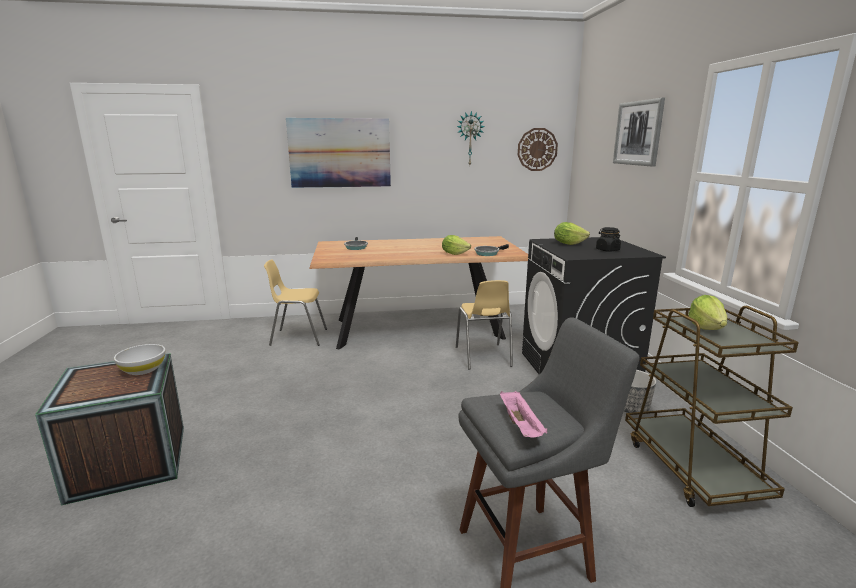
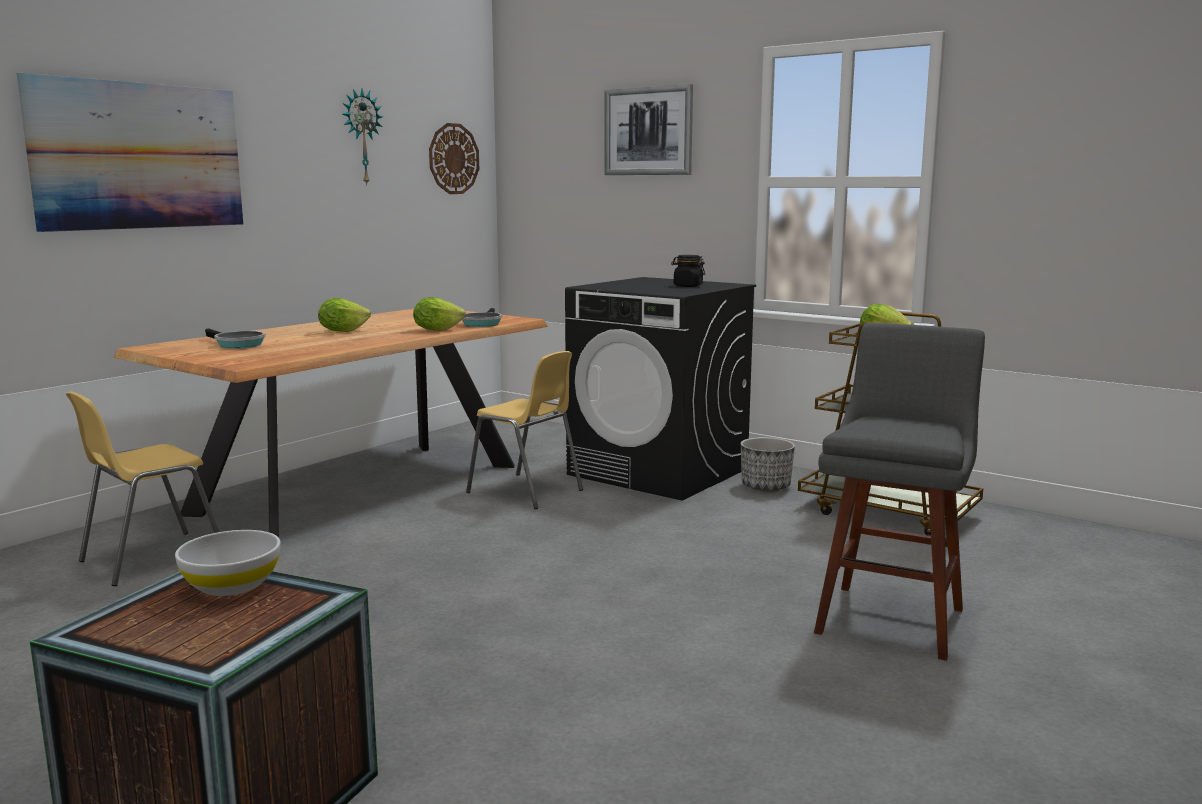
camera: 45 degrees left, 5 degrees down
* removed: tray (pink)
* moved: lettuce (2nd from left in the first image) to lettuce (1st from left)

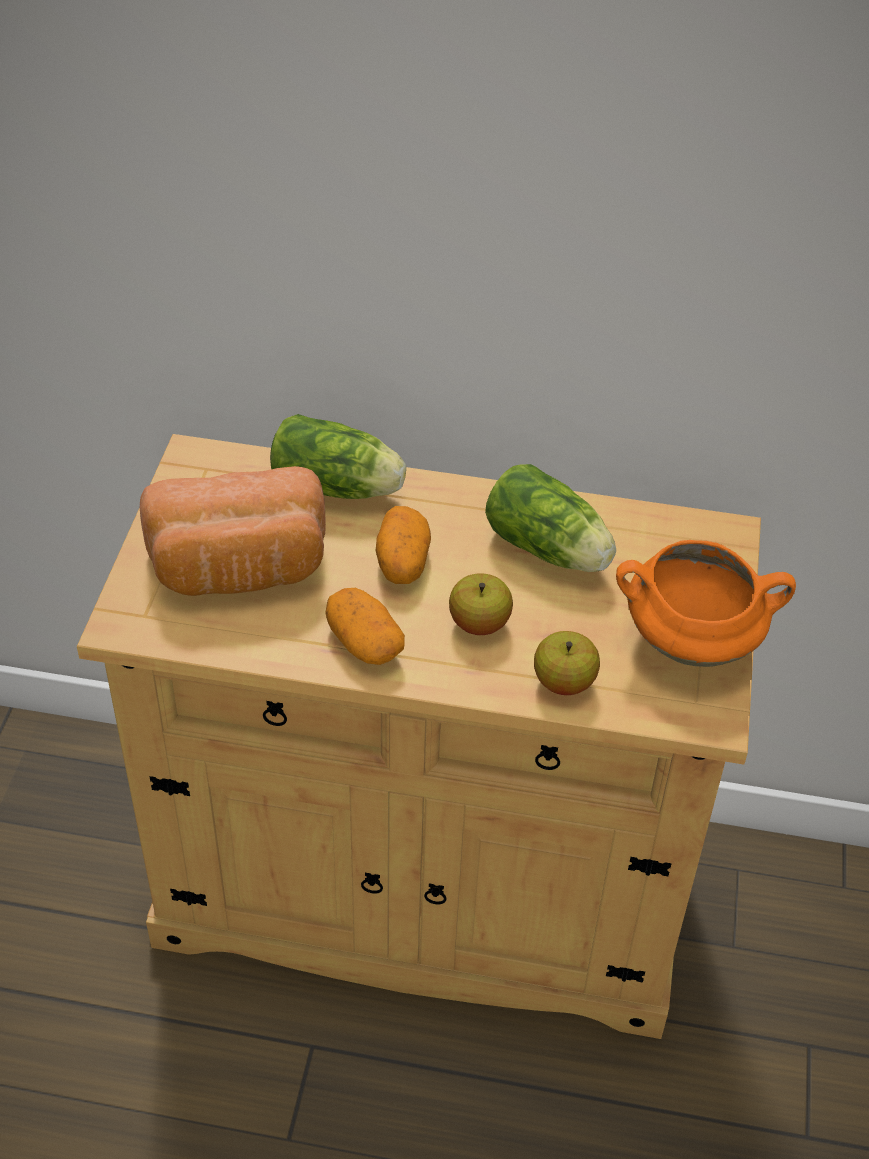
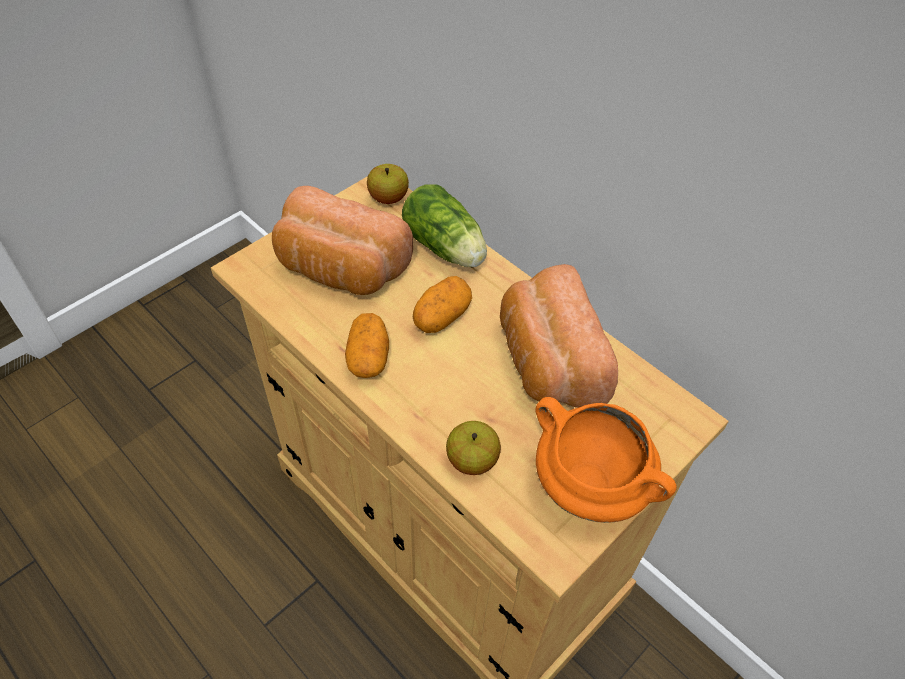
camera: 35 degrees right, 5 degrees up
* moved: apple (1st from left)
* replaced: lettuce (2nd from left) to bread (2nd from left)

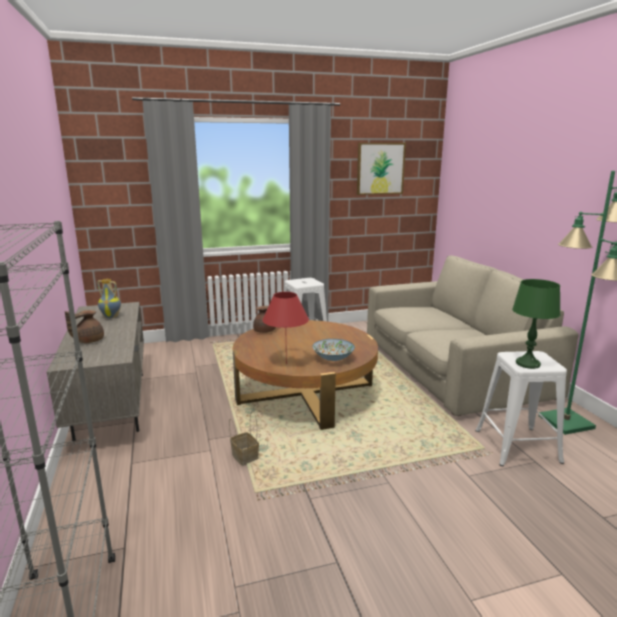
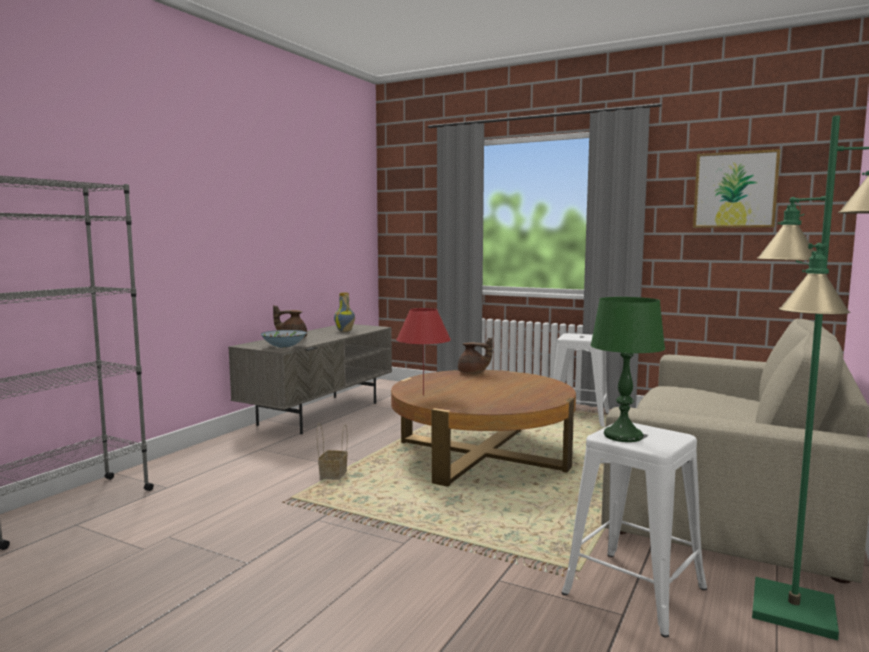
camera: 45 degrees right, 10 degrees down
* moved: bowl

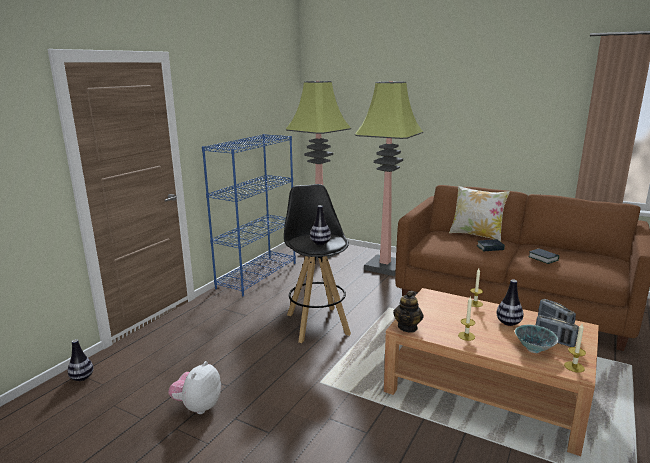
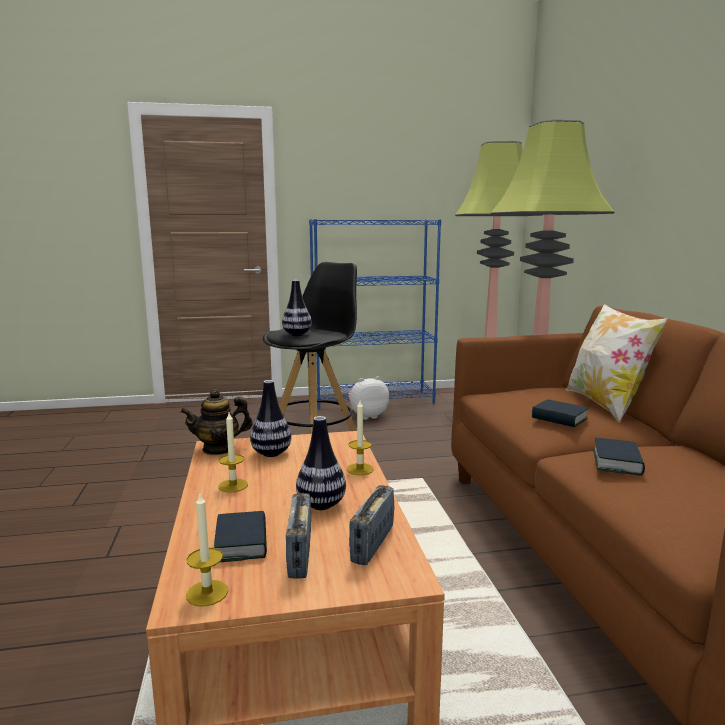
camera: 50 degrees right, 5 degrees down
* moved: vase (1st from left)
* moved: plush toy
* replaced: bowl to book (1st from left)

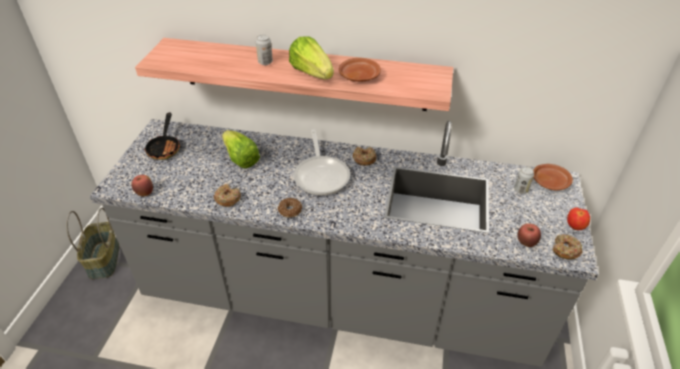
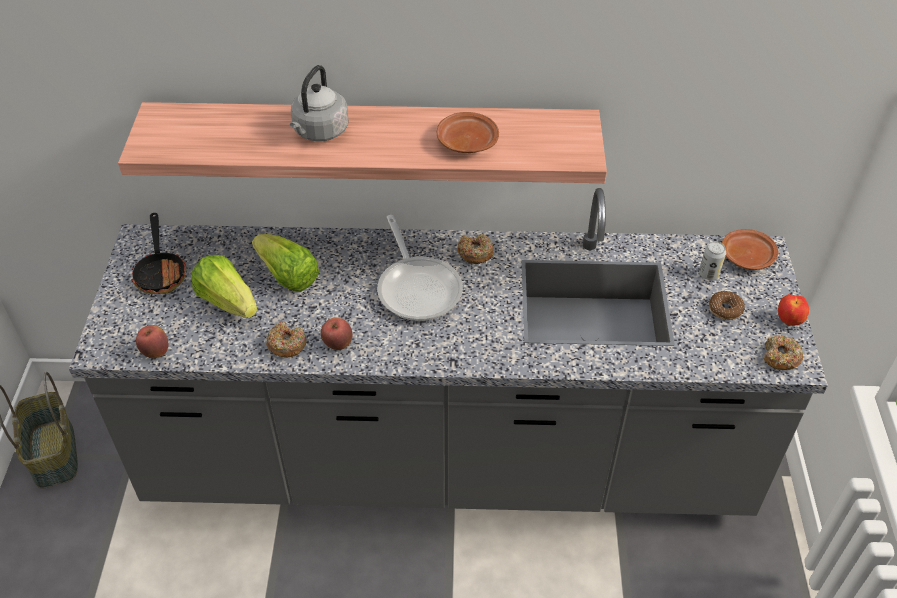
camera: 10 degrees left, 5 degrees up
* replaced: can (1st from left) to kettle (grey)
* moved: donut (2nd from left in the first image) to donut (3rd from left)
* moved: lettuce (2nd from left in the first image) to lettuce (1st from left)
* moved: apple (2nd from left)

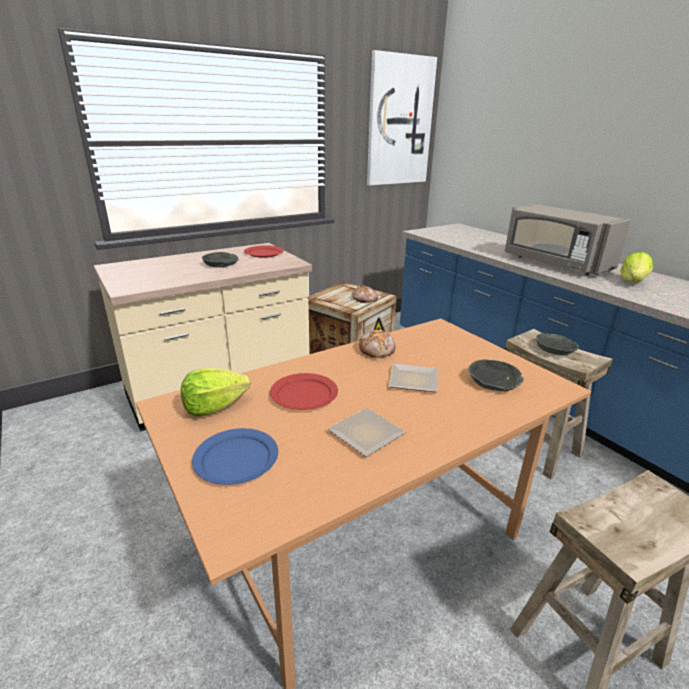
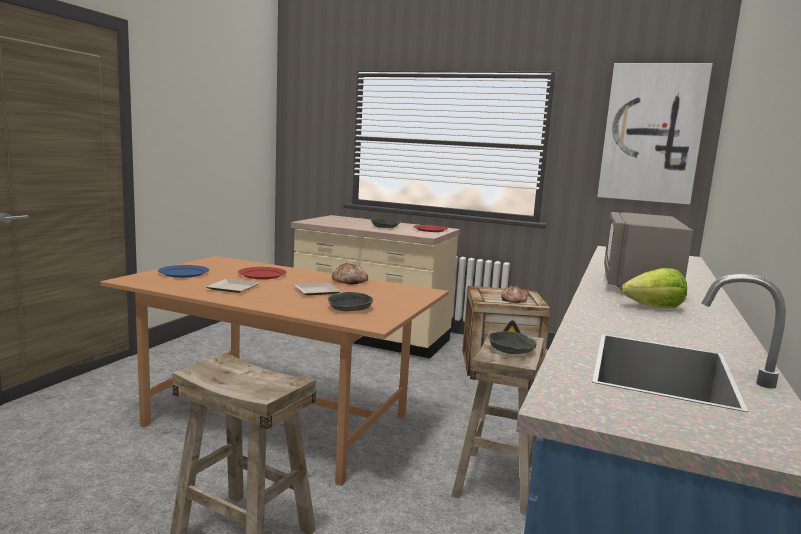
camera: 55 degrees right, 15 degrees down
* removed: lettuce (1st from left)

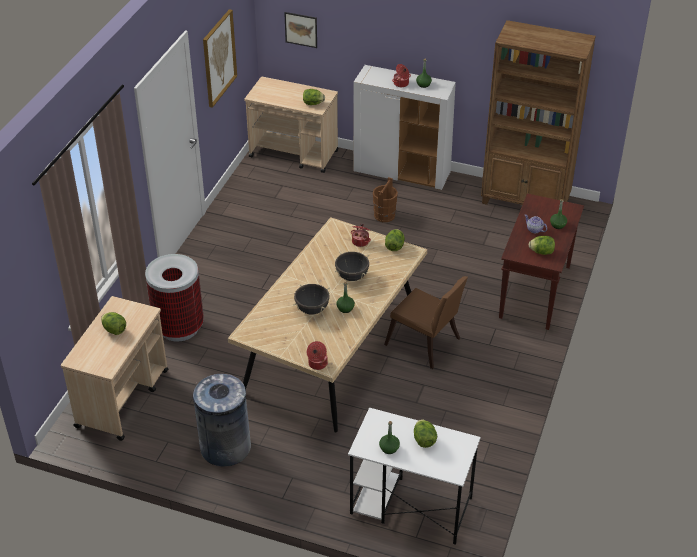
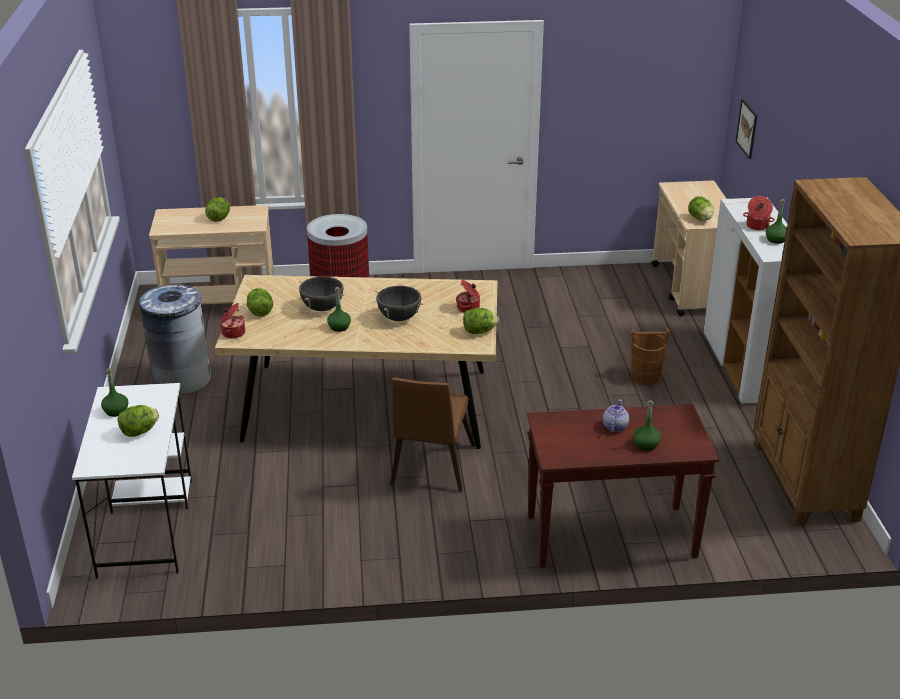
camera: 65 degrees right, 10 degrees down
* removed: picture (1st from left)
* moved: lettuce (5th from left in the first image) to lettuce (3rd from left)

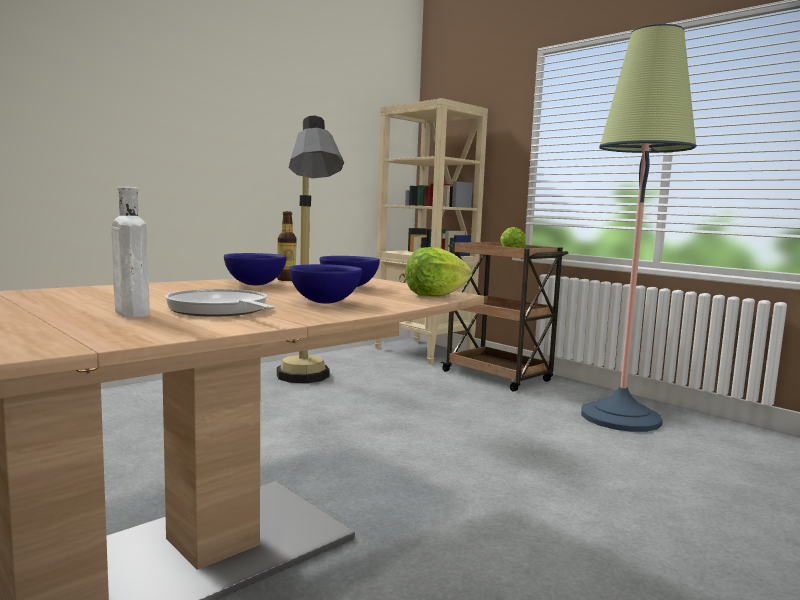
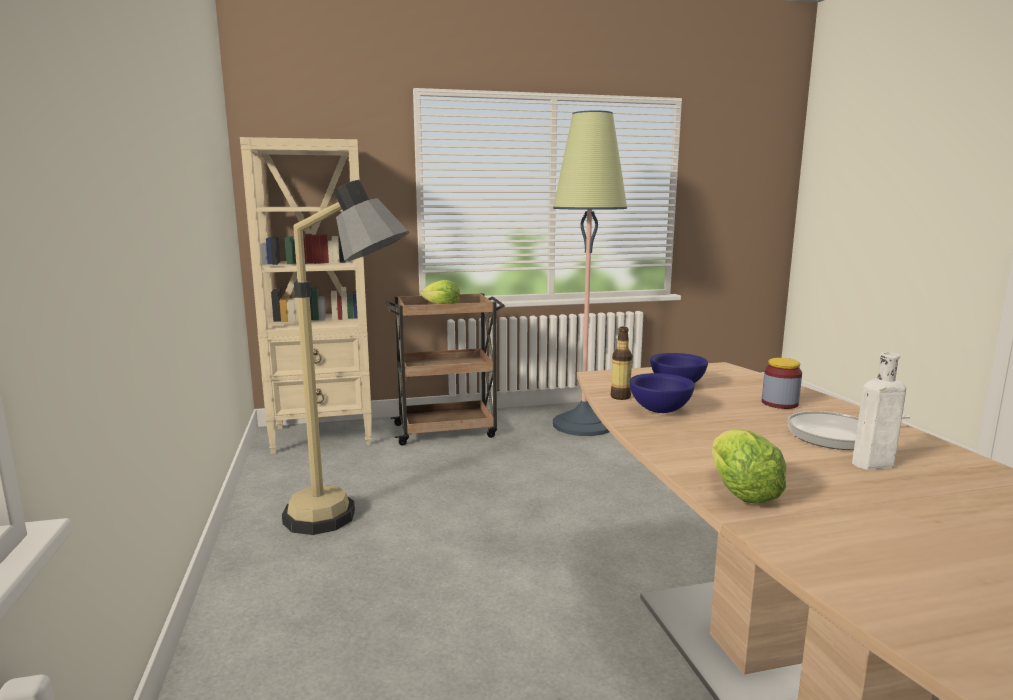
camera: 60 degrees left, 5 degrees up
* replaced: bowl (blue) (2nd from left) to jar
* moved: lettuce (1st from left in the first image) to lettuce (2nd from left)

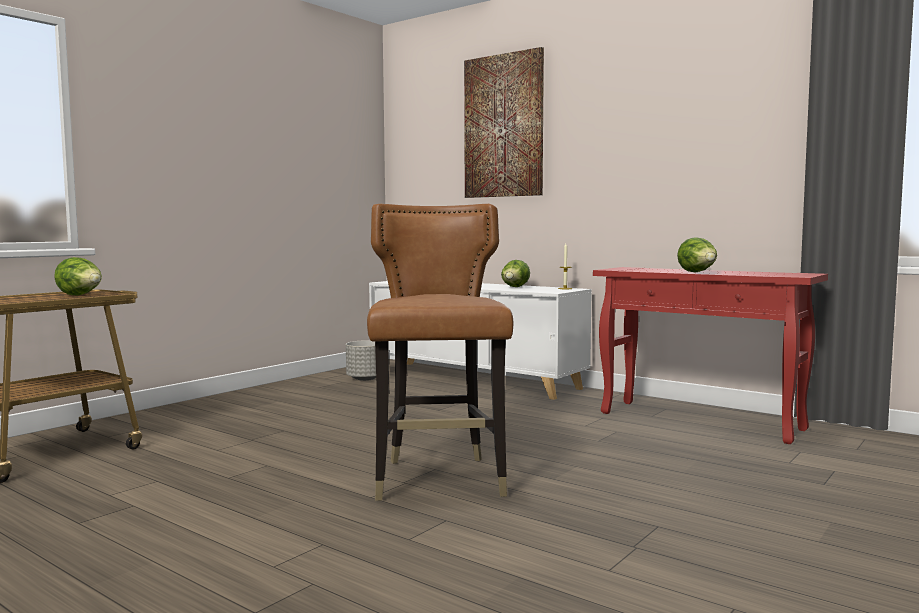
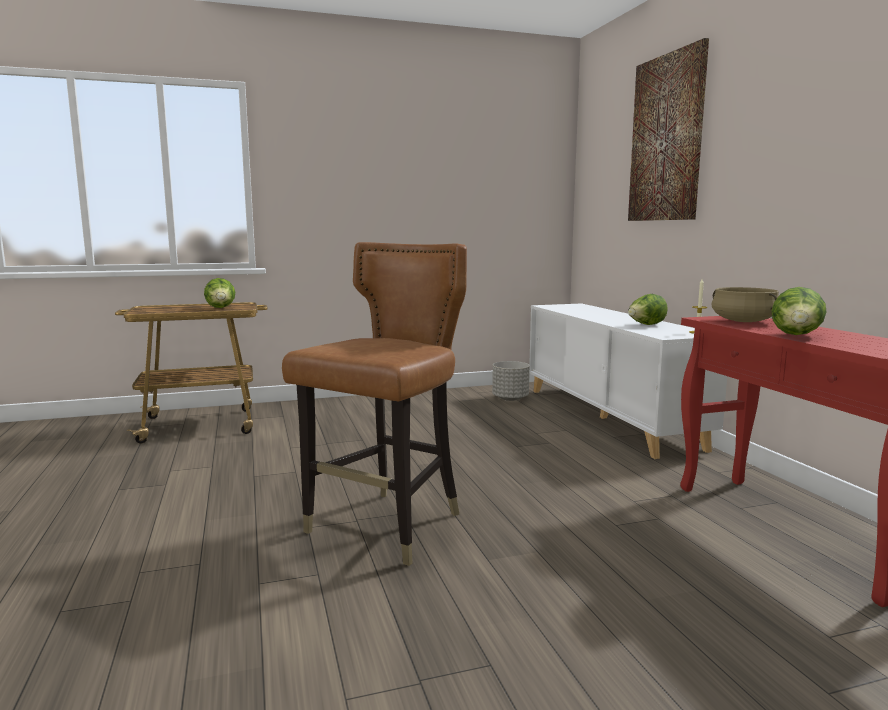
camera: 35 degrees right, 5 degrees up
* added: cooking pot (beige)

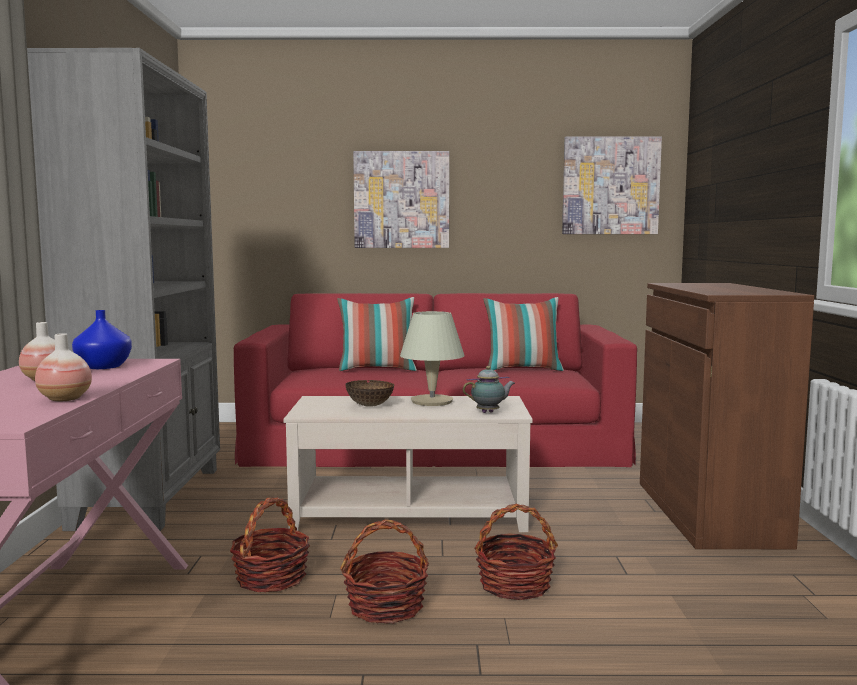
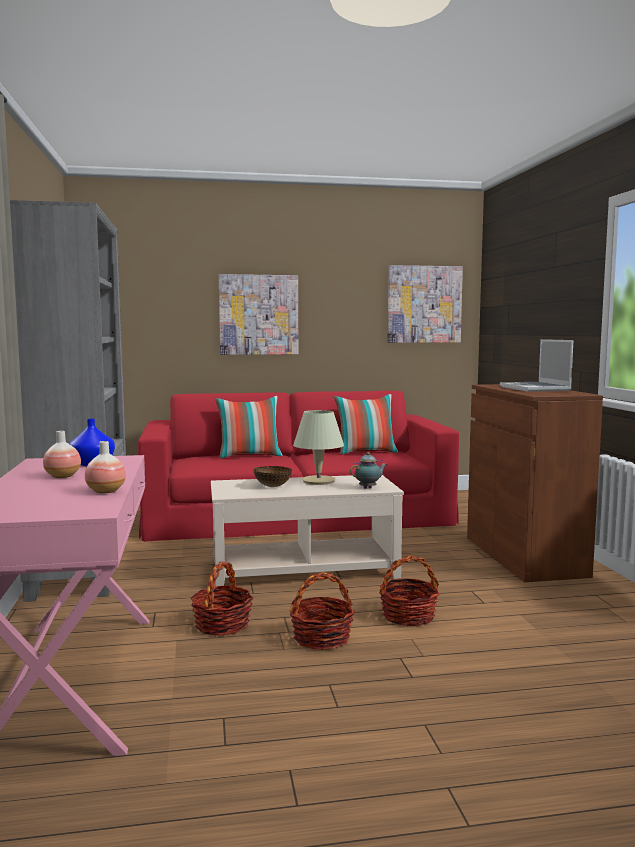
camera: 10 degrees left, 0 degrees up
* added: laptop

